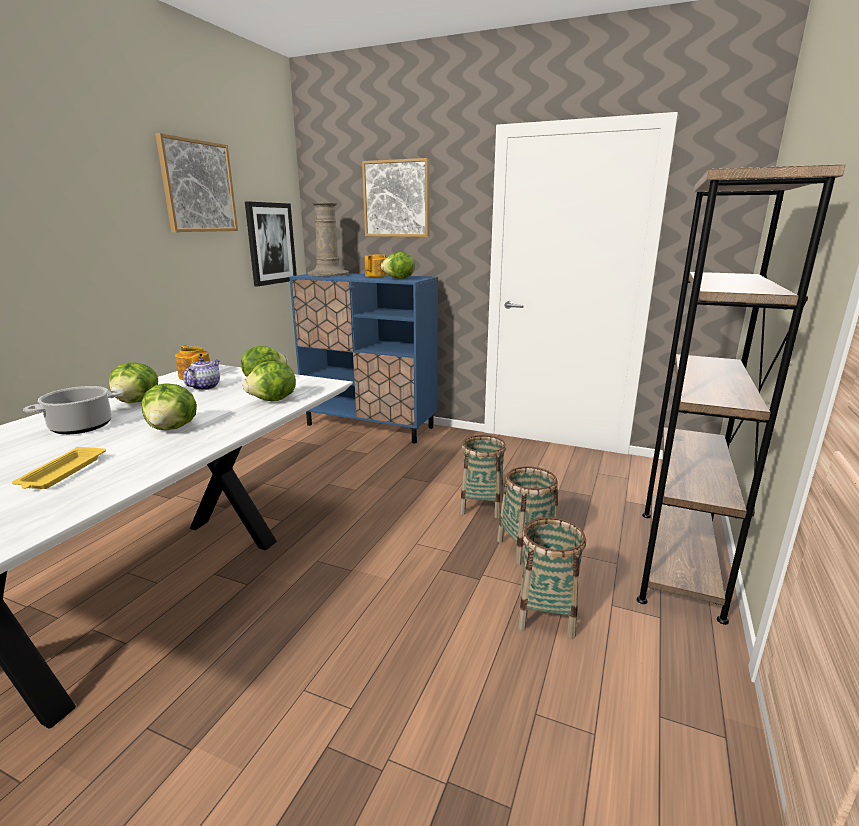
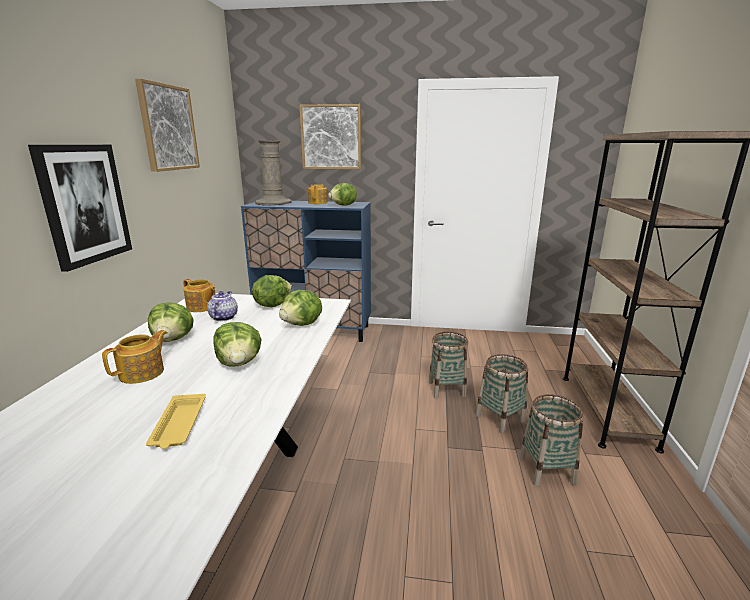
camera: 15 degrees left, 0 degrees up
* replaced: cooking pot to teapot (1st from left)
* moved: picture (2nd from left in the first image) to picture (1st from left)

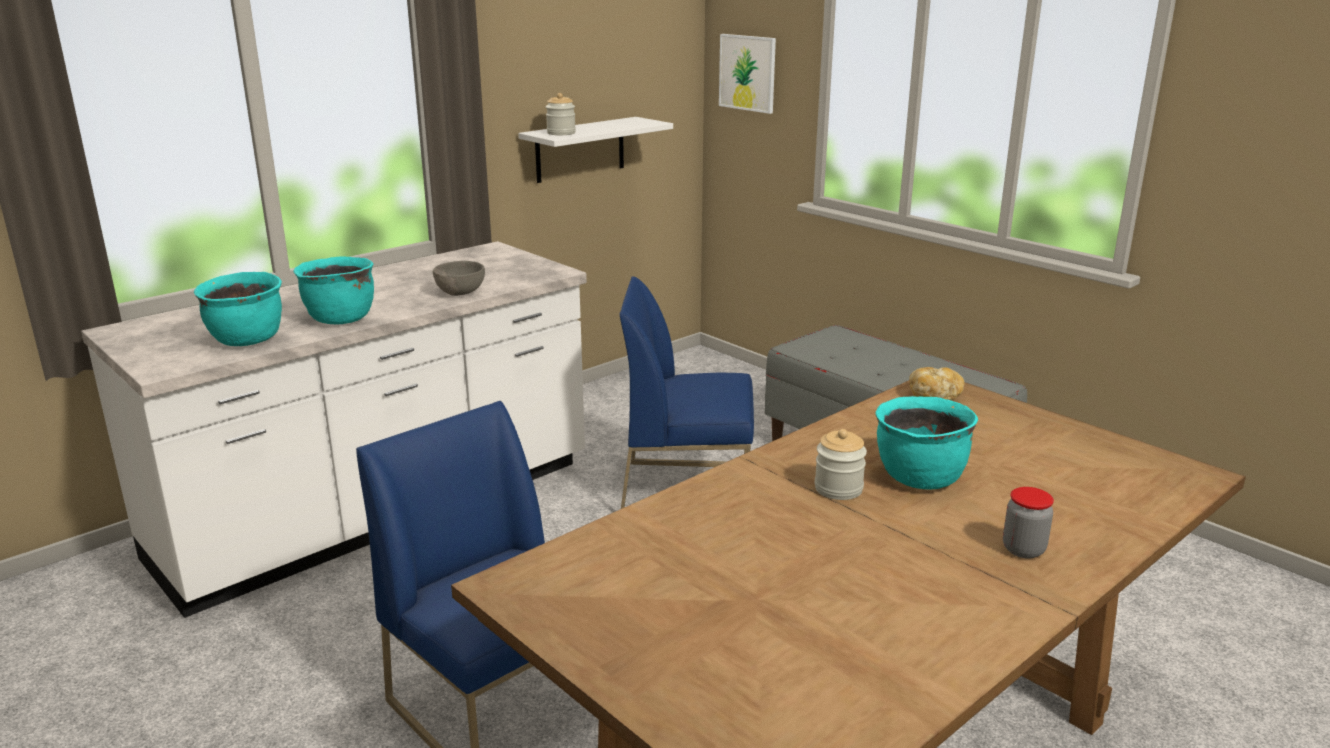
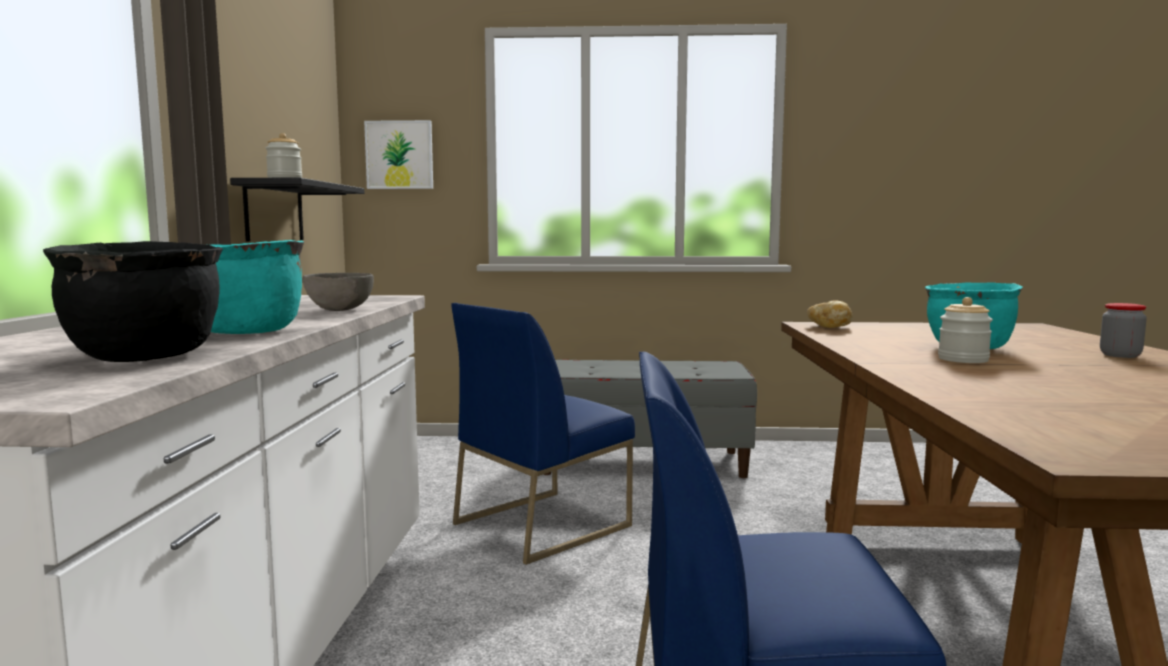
camera: 45 degrees left, 15 degrees down
* recoloured: cooking pot (turquoise) (1st from left) to cooking pot (black)
* recoloured: shelf (white) to shelf (black)

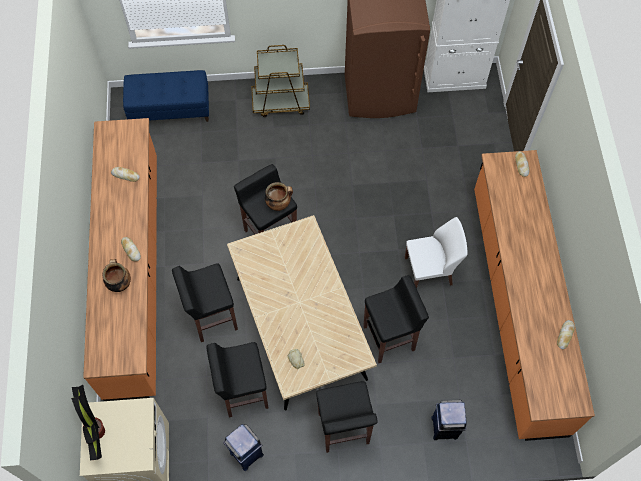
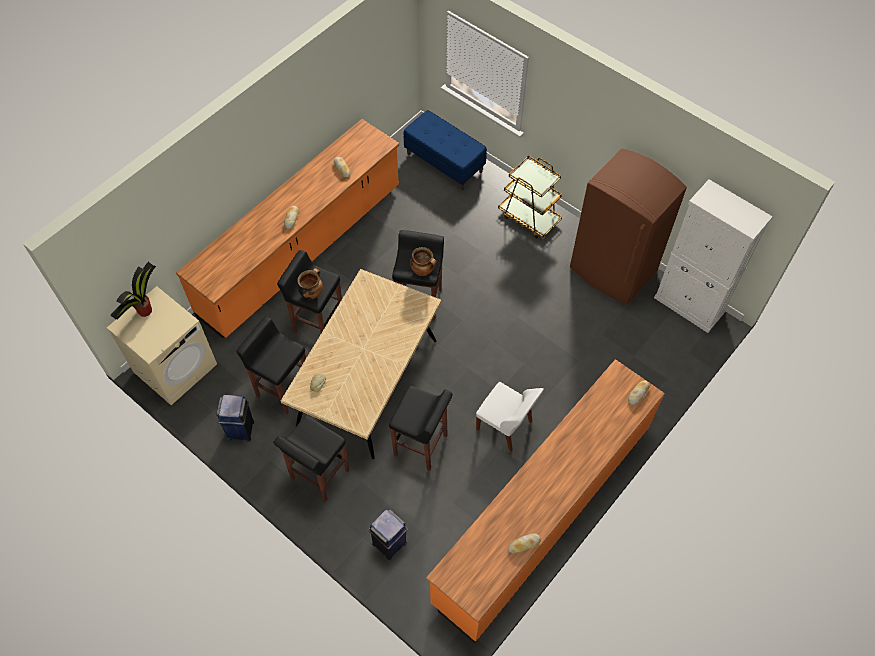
camera: 45 degrees right, 5 degrees down
* moved: cooking pot (1st from left)

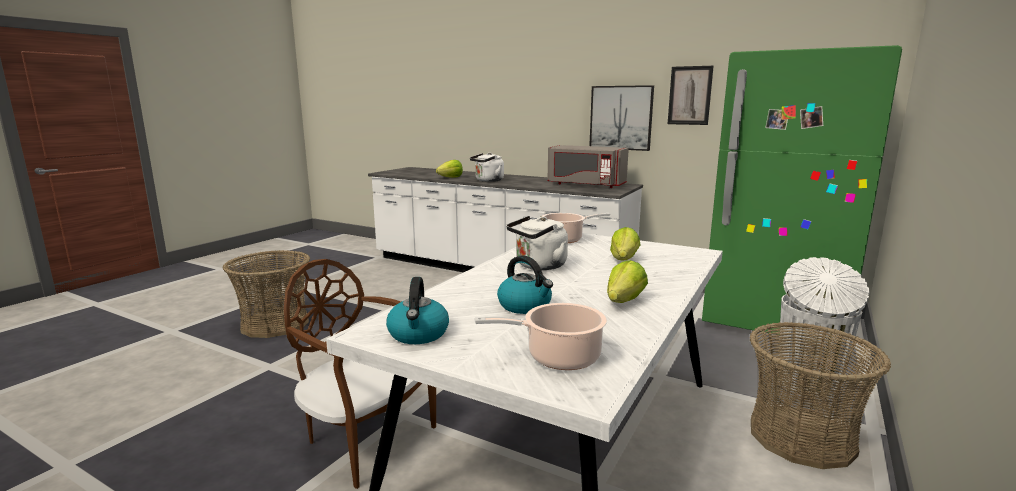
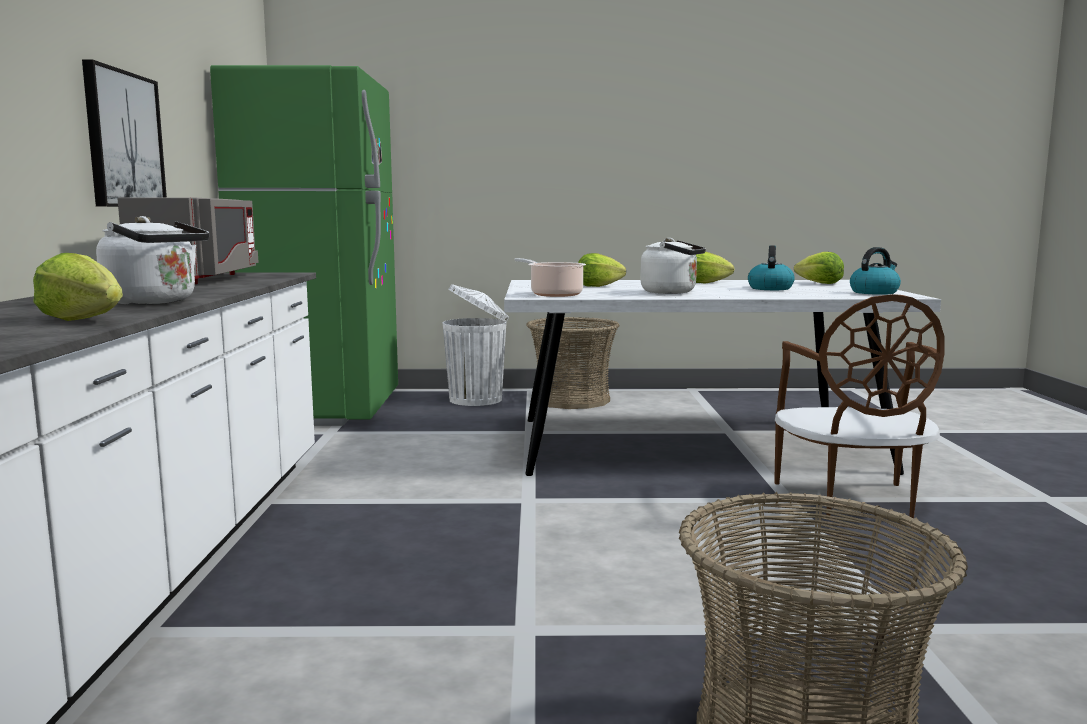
camera: 120 degrees left, 5 degrees down
* replaced: cooking pot (1st from left) to lettuce (4th from left)
* removed: picture (2nd from left)

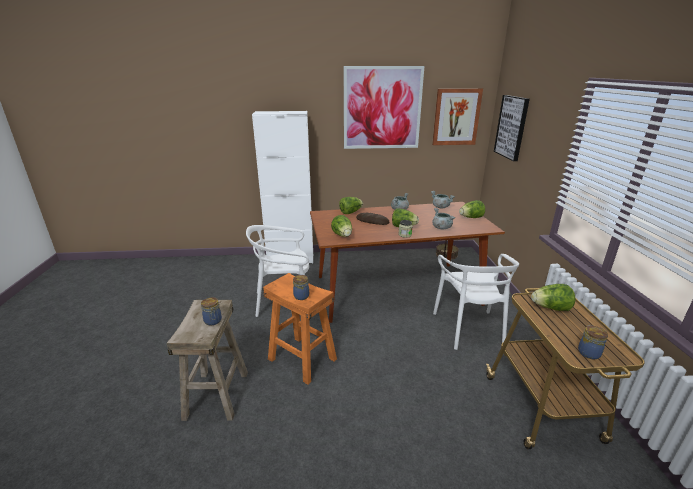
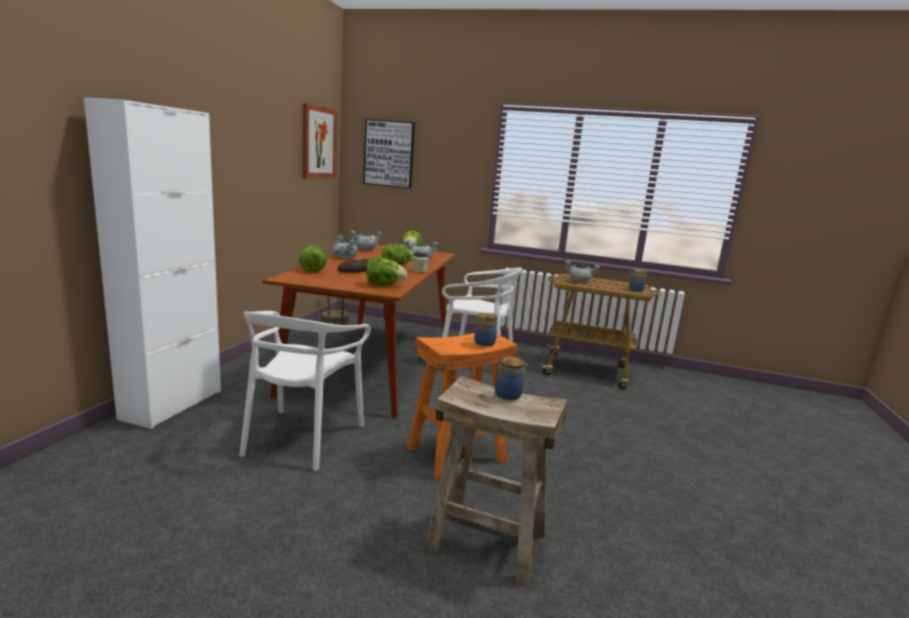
camera: 70 degrees left, 10 degrees down
* removed: picture (1st from left)
* replaced: lettuce (5th from left) to cooking pot (grey) (4th from left)

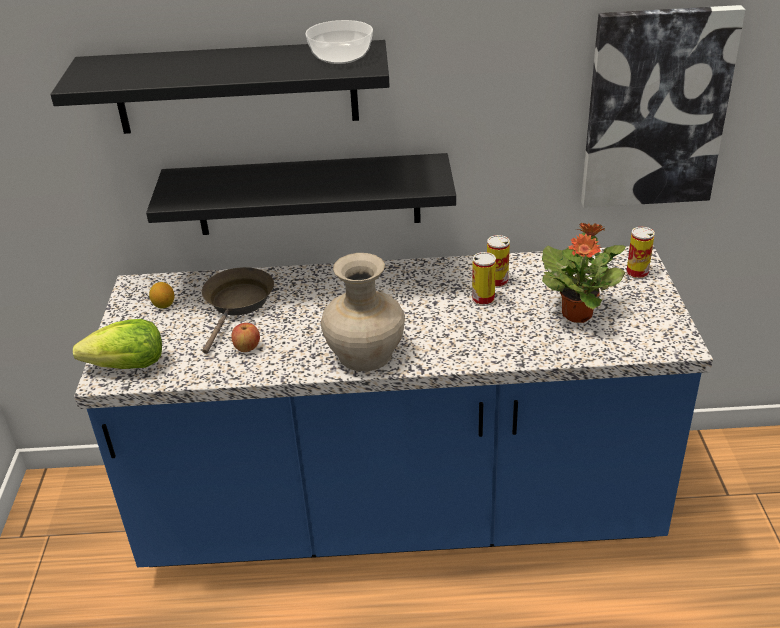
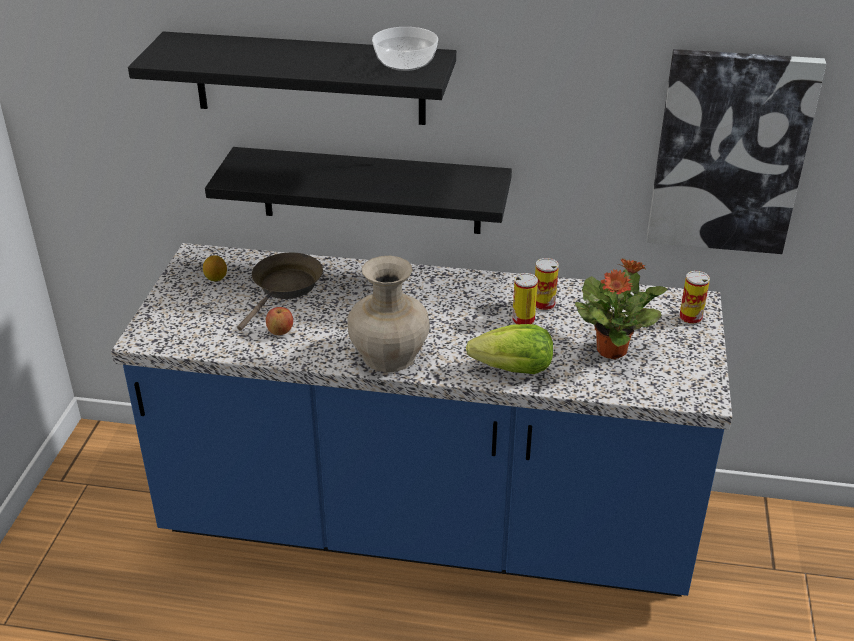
camera: 10 degrees right, 0 degrees up
* moved: lettuce

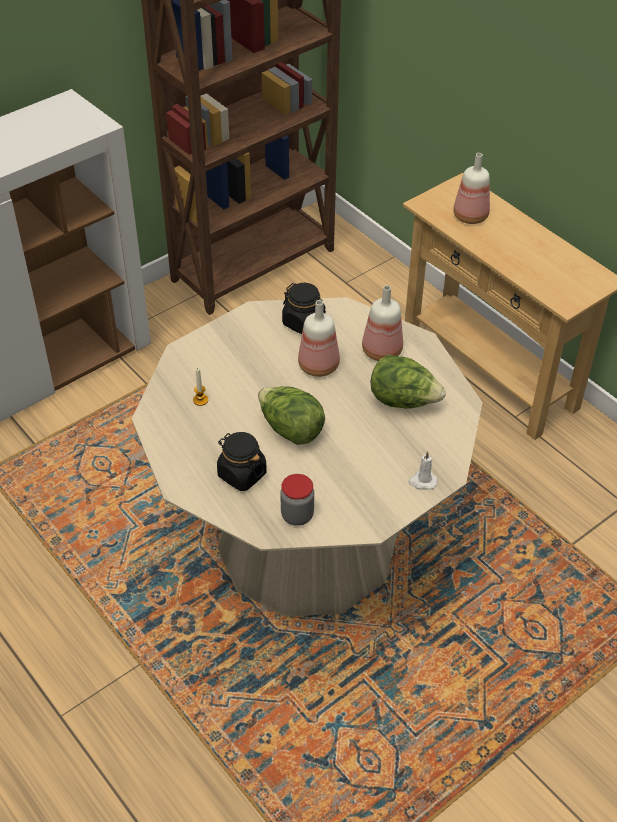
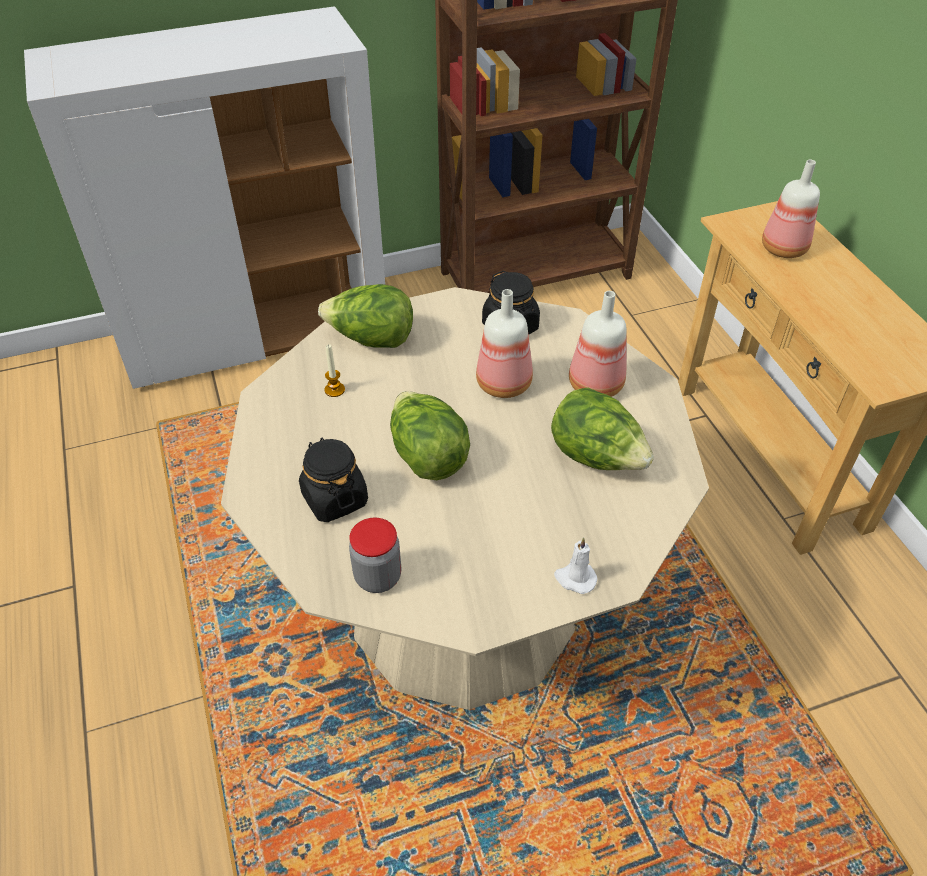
camera: 20 degrees right, 0 degrees up
* added: lettuce (1st from left)

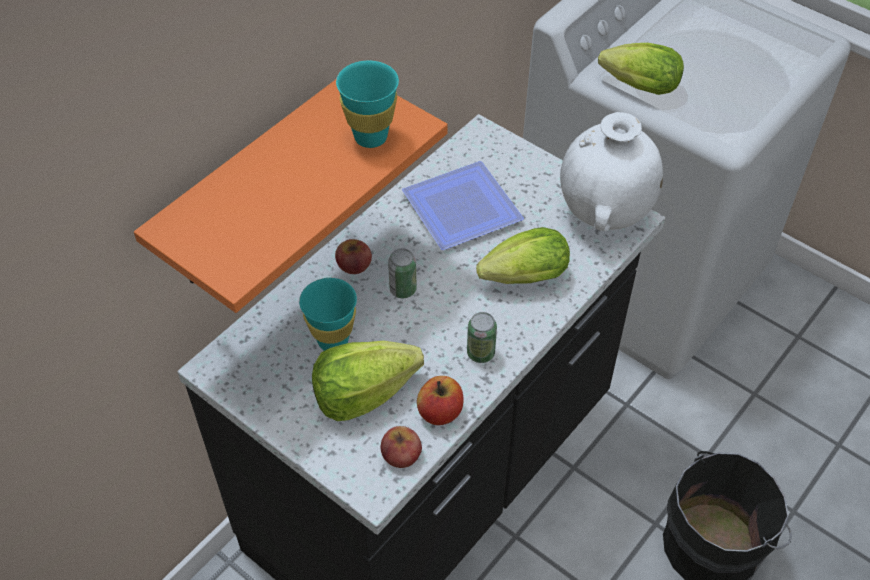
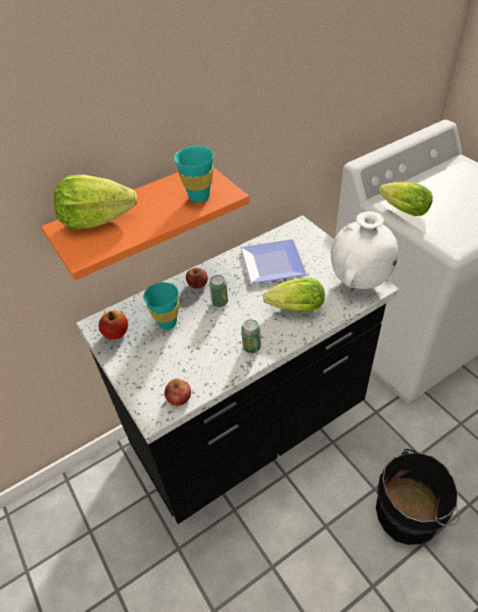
camera: 20 degrees right, 5 degrees down
* moved: lettuce (1st from left)
* moved: apple (3rd from left in the first image) to apple (1st from left)

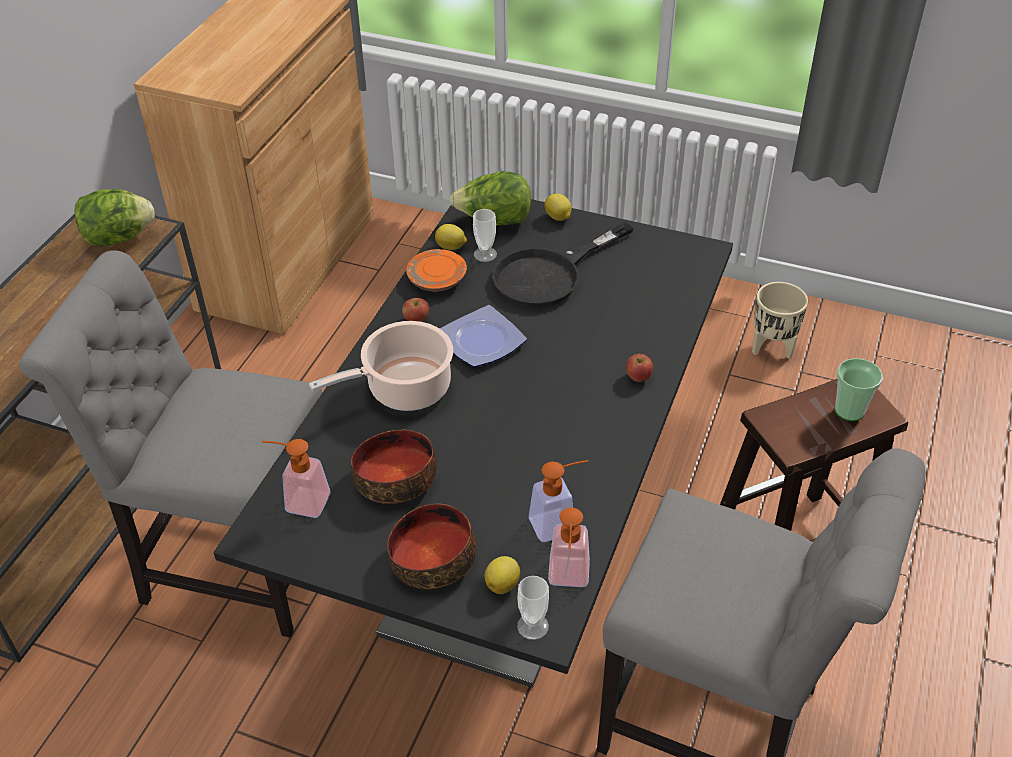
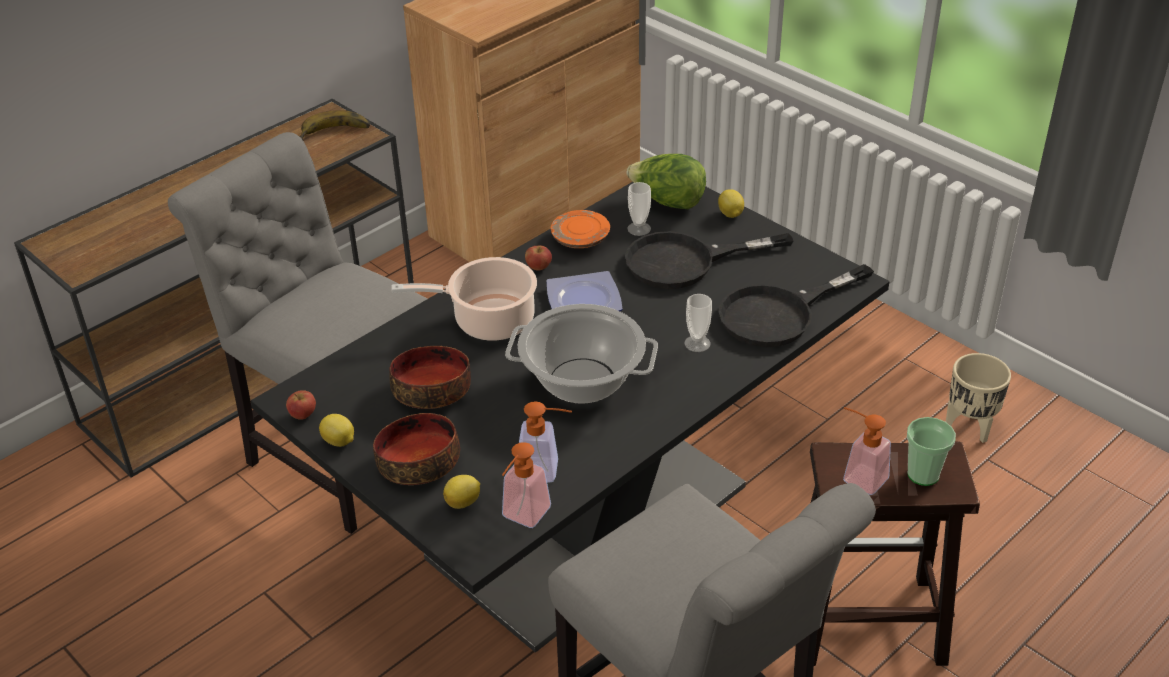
camera: 25 degrees right, 5 degrees down
* replaced: lettuce (1st from left) to banana
* moved: soap dispenser (1st from left in the first image) to soap dispenser (3rd from left)
* moved: lemon (1st from left)
* moved: cup (2nd from left)
* moved: apple (2nd from left in the first image) to apple (1st from left)
* added: cooking pot (2nd from left)
* added: frying pan (black) (2nd from left)

